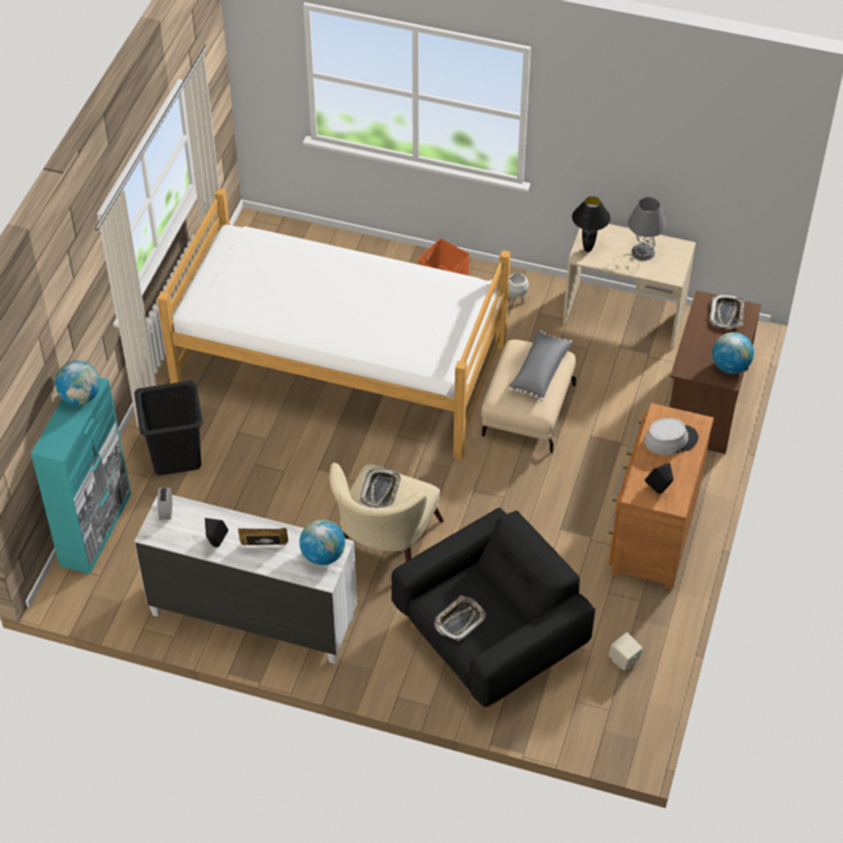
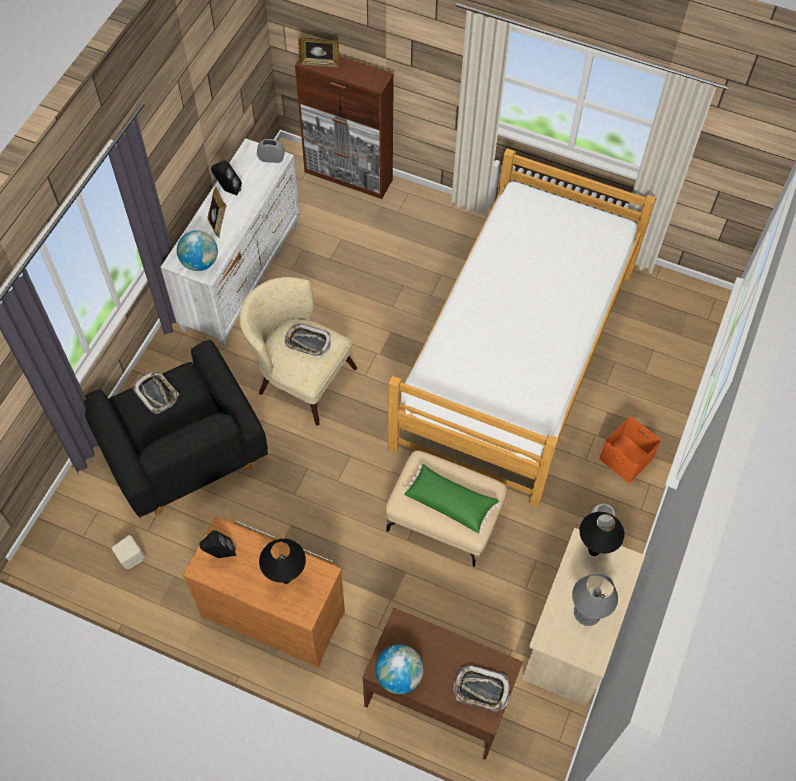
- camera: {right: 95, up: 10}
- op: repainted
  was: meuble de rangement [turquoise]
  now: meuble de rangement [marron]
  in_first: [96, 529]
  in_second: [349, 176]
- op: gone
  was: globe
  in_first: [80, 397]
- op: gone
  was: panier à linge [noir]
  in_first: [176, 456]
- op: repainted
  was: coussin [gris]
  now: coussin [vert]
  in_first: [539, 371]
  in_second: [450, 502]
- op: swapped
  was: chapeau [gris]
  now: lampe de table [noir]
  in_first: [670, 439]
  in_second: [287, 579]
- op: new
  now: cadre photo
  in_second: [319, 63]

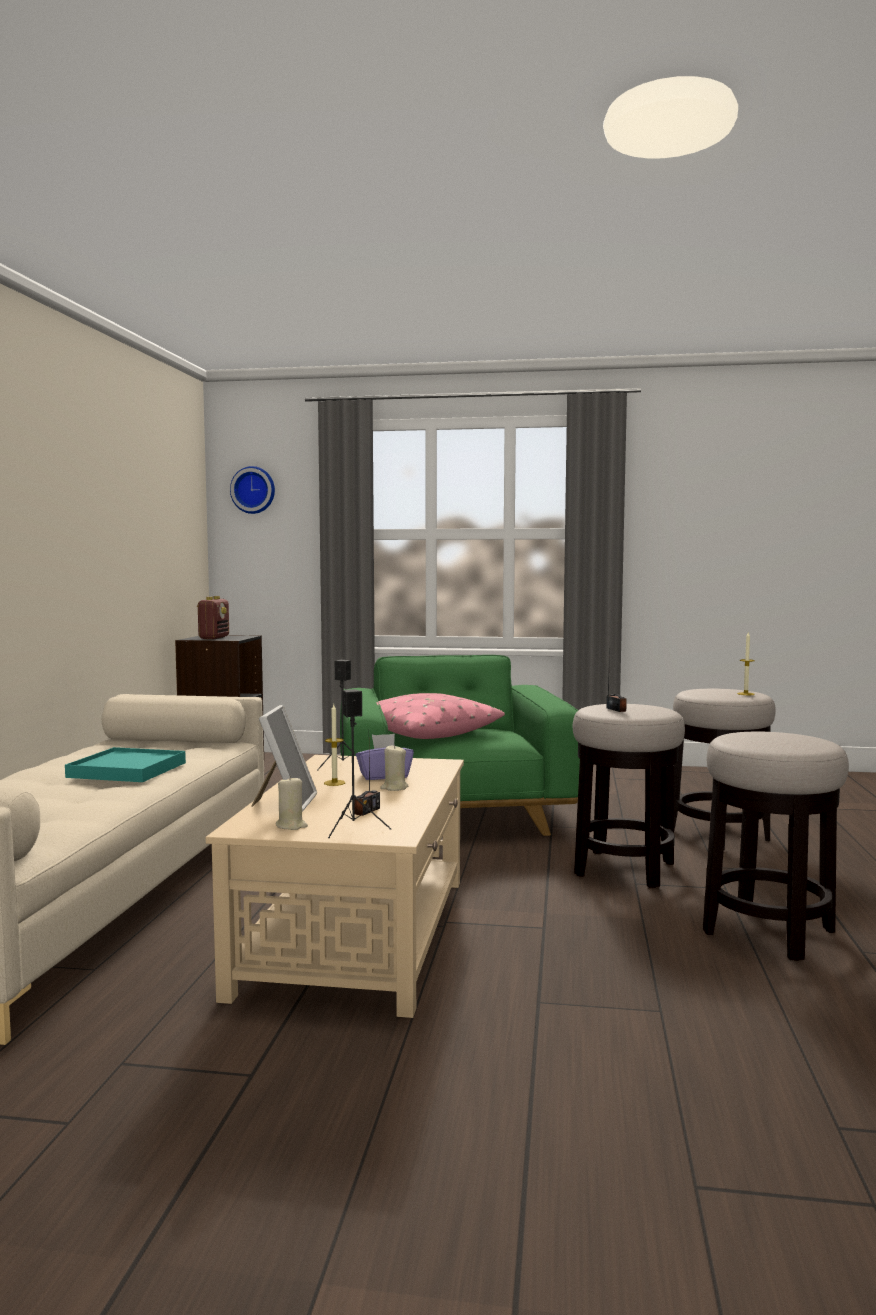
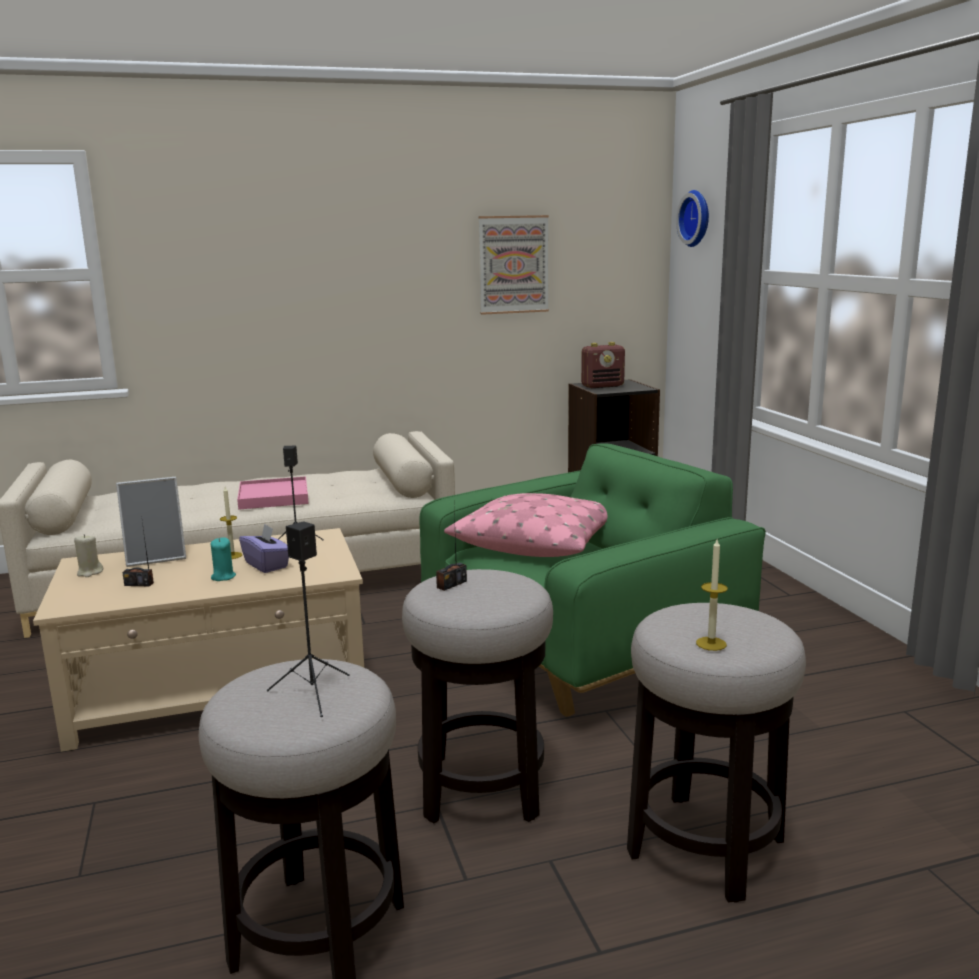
- camera: {right: 65, up: 10}
- op: repainted
  was: plateau [turquoise]
  now: plateau [rose]
  in_first: [127, 770]
  in_second: [274, 497]
- op: shifted
  was: enceinte [noir]
  in_first: [354, 828]
  in_second: [313, 694]
- op: repainted
  was: bougie [beige]
  now: bougie [turquoise]
  in_first: [394, 788]
  in_second: [223, 577]
- op: new
  now: tableau
  in_second: [513, 264]

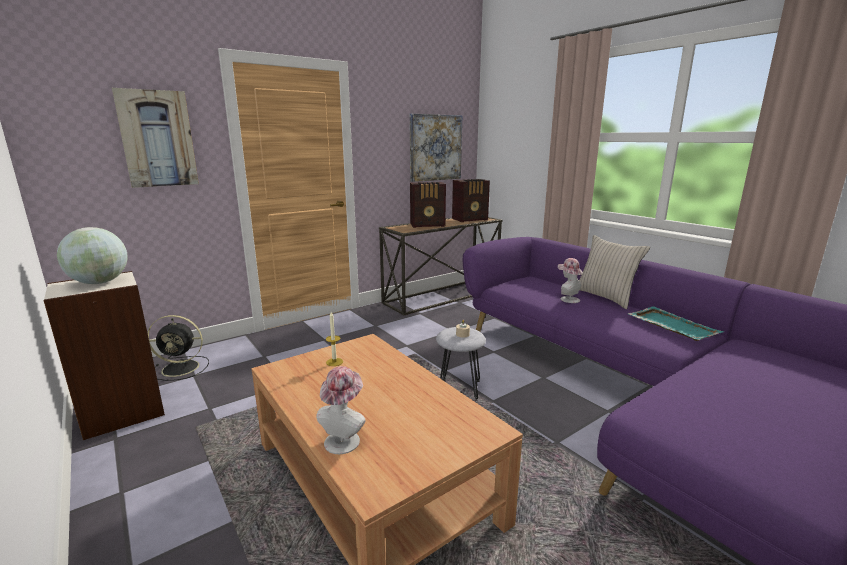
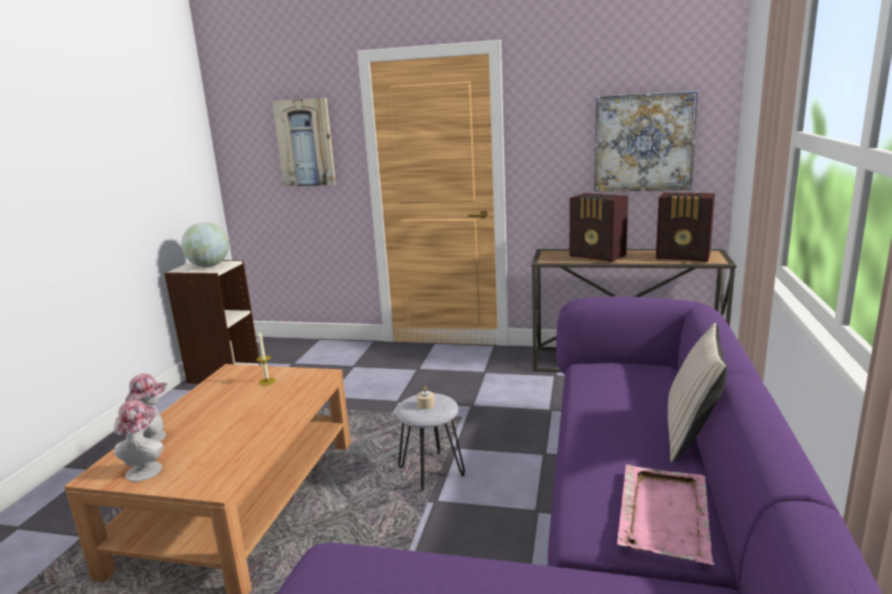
- camera: {right: 50, up: 0}
- op: gone
  was: ventilateur [noir]
  in_first: [182, 368]
- op: shifted
  was: chapeau
  in_first: [567, 299]
  in_second: [146, 468]
- op: repainted
  was: plateau [turquoise]
  now: plateau [rose]
  in_first: [672, 325]
  in_second: [664, 513]

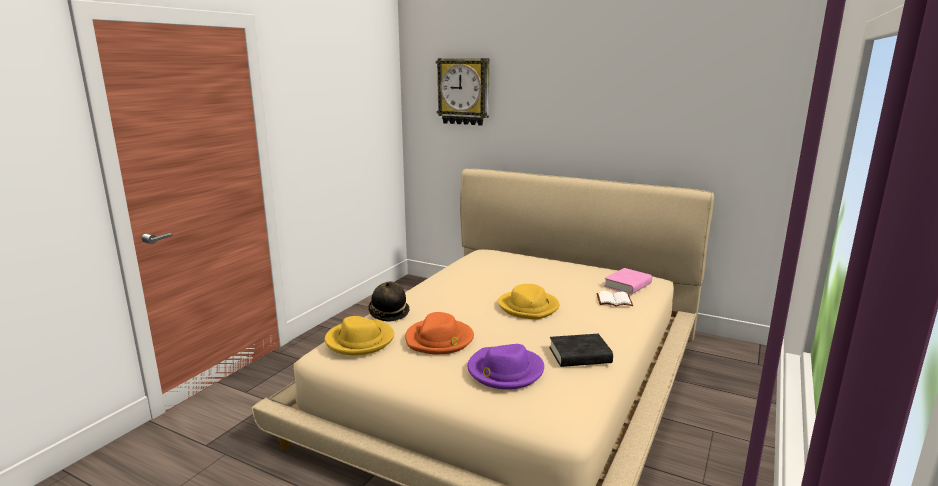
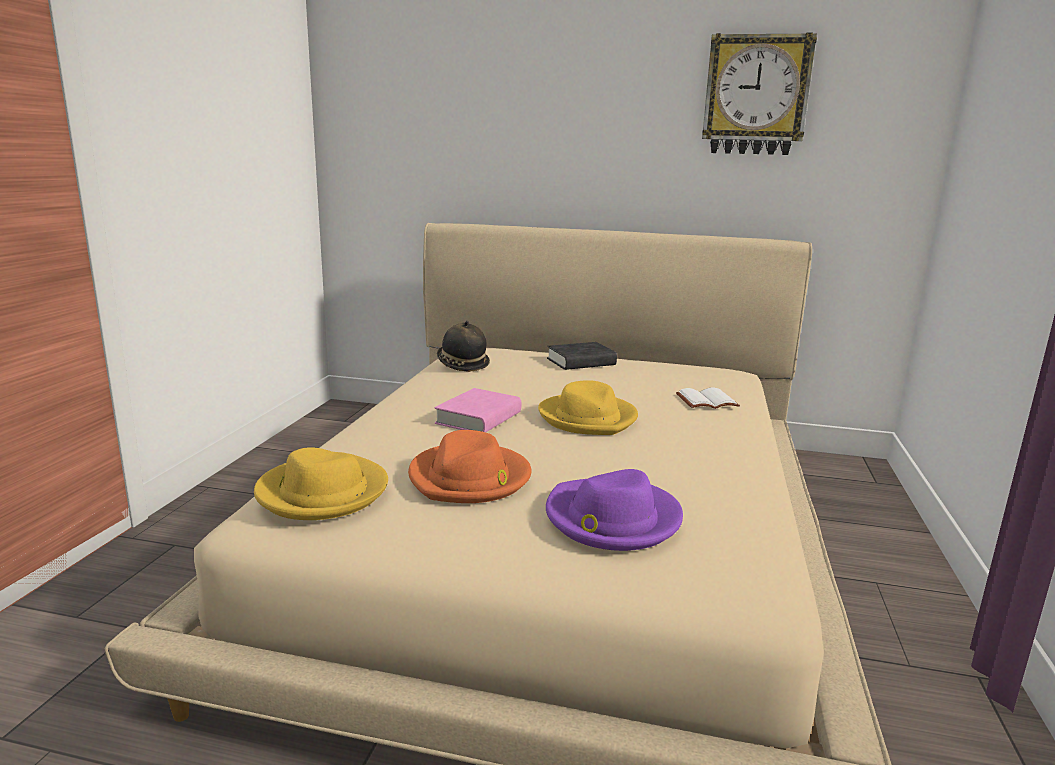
- camera: {right: -15, up: 0}
- op: shifted
  was: chapeau
  in_first: [388, 313]
  in_second: [462, 365]
- op: shifted
  was: horloge murale
  in_first: [464, 91]
  in_second: [756, 95]
- op: shifted
  was: livre [noir]
  in_first: [580, 355]
  in_second: [581, 362]
- op: shifted
  was: livre [rose]
  in_first: [627, 285]
  in_second: [479, 418]

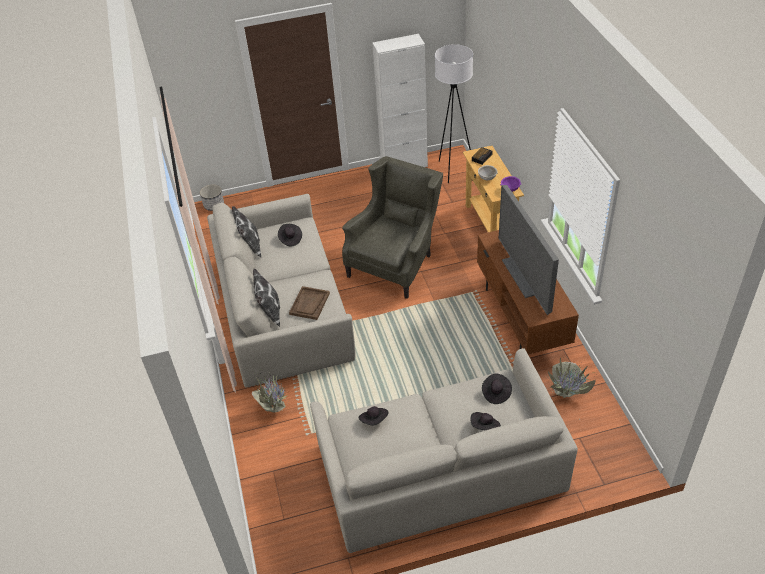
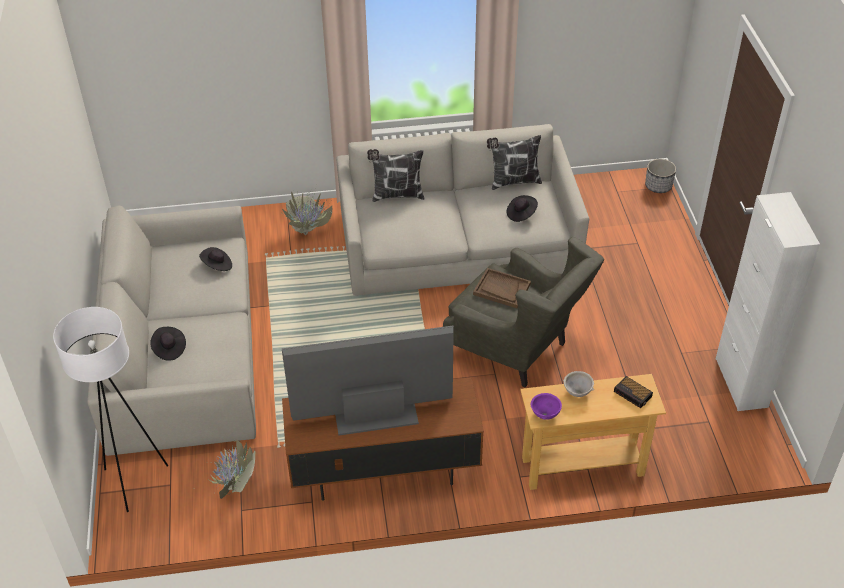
- camera: {right: 95, up: 0}
- op: shifted
  was: plateau [marron]
  in_first: [309, 304]
  in_second: [501, 289]
- op: shifted
  was: lampadaire [blanc]
  in_first: [453, 170]
  in_second: [134, 481]
- op: gone
  was: chapeau [noir]
  in_first: [496, 393]

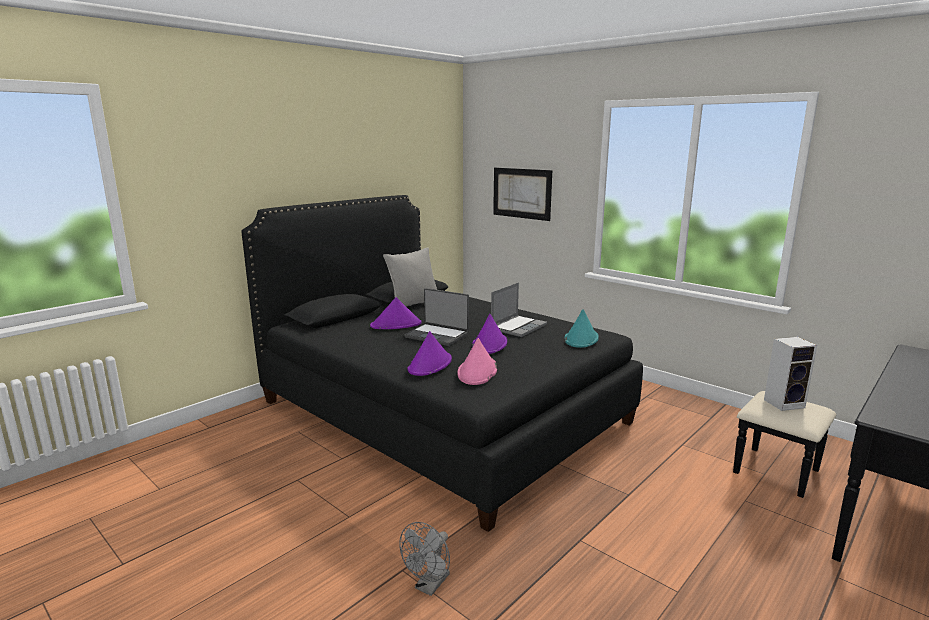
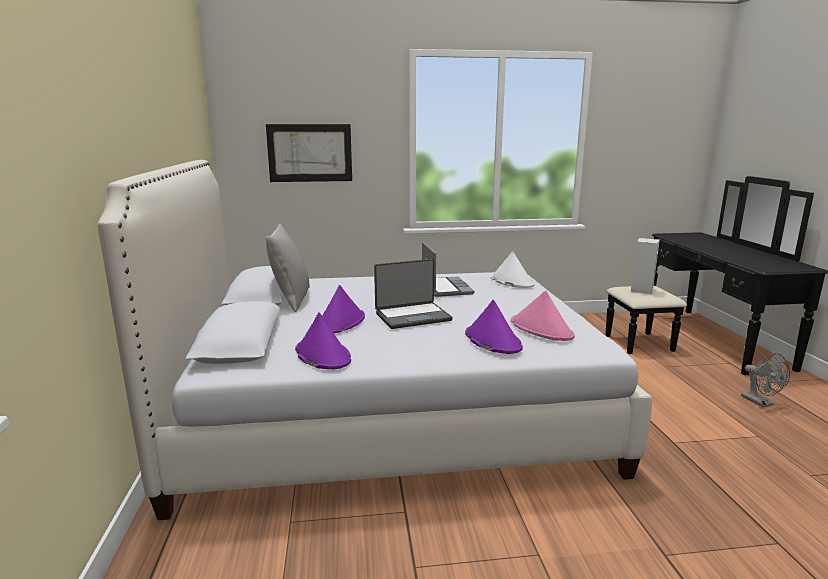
- camera: {right: -50, up: 0}
- op: repainted
  was: lit [noir]
  now: lit [blanc]
  in_first: [440, 411]
  in_second: [390, 413]
- op: shifted
  was: ventilateur [gris]
  in_first: [429, 586]
  in_second: [761, 403]
- op: shifted
  was: chapeau [violet]
  in_first: [489, 344]
  in_second: [322, 355]
- op: repainted
  was: chapeau [turquoise]
  now: chapeau [blanc]
  in_first: [581, 339]
  in_second: [511, 281]

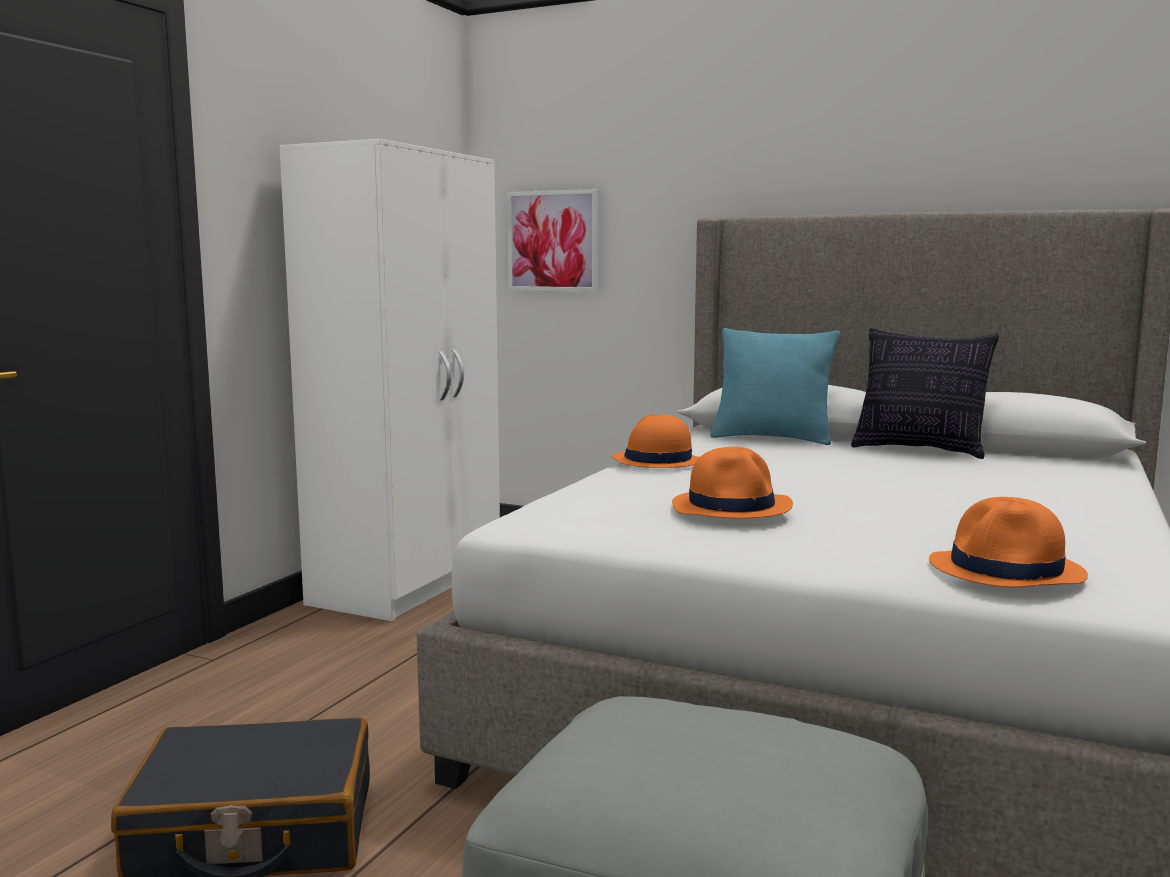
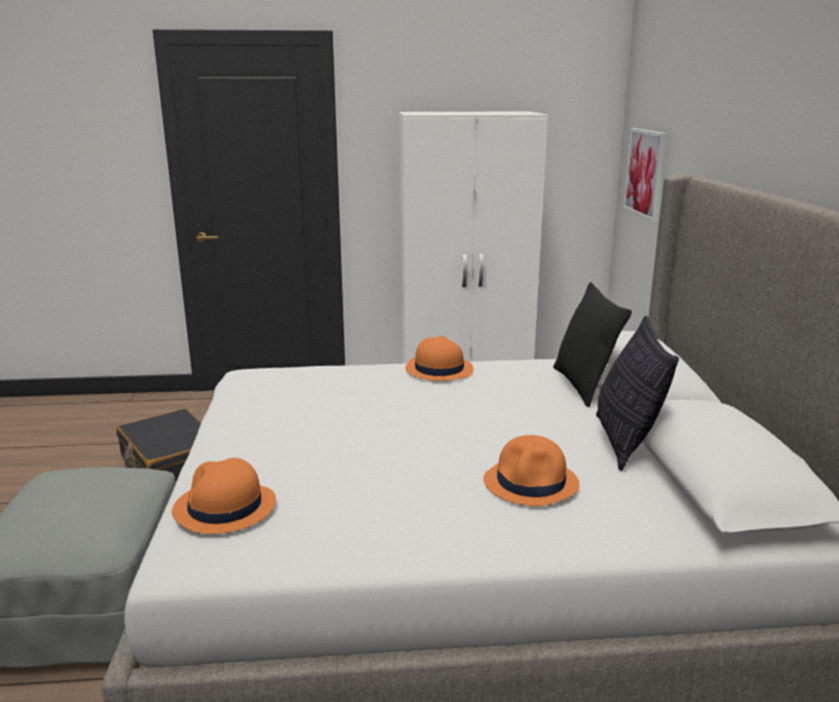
- camera: {right: 60, up: 10}
- op: shifted
  was: chapeau [orange]
  in_first: [732, 506]
  in_second: [531, 483]
- op: repainted
  was: coussin [turquoise]
  now: coussin [noir]
  in_first: [772, 438]
  in_second: [583, 385]

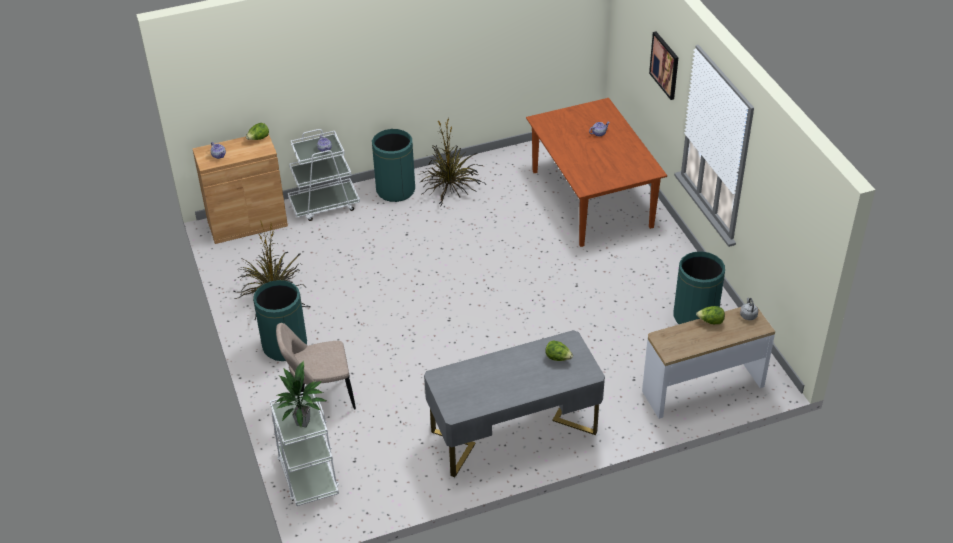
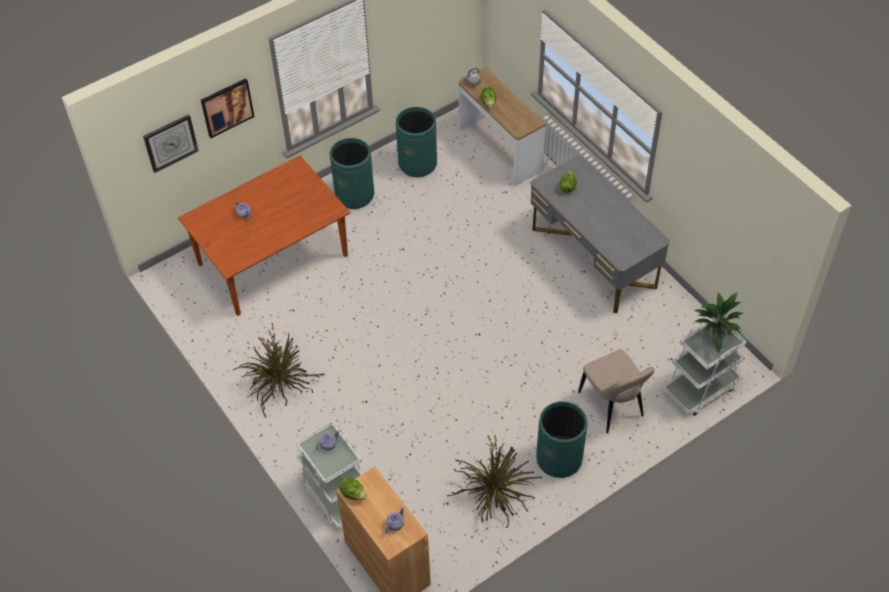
- camera: {right: -105, up: 10}
- op: shifted
  was: poubelle [vert]
  in_first: [395, 190]
  in_second: [354, 195]
- op: new
  now: horloge murale
  in_second: [170, 142]

